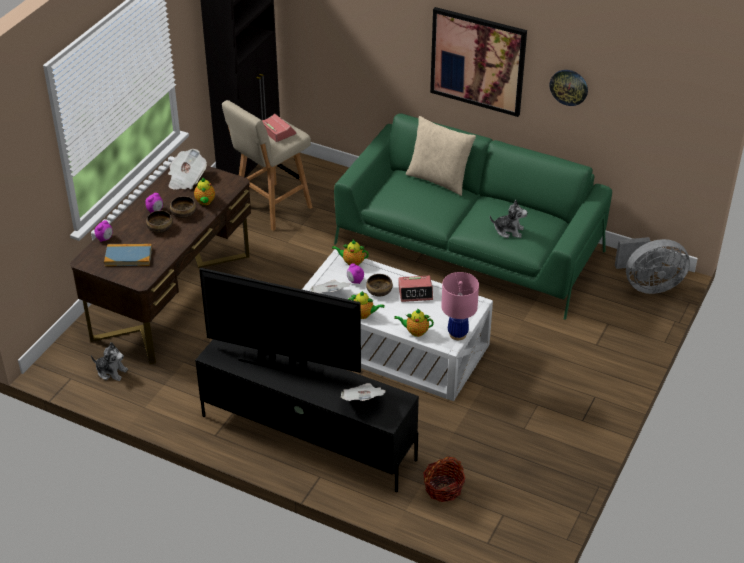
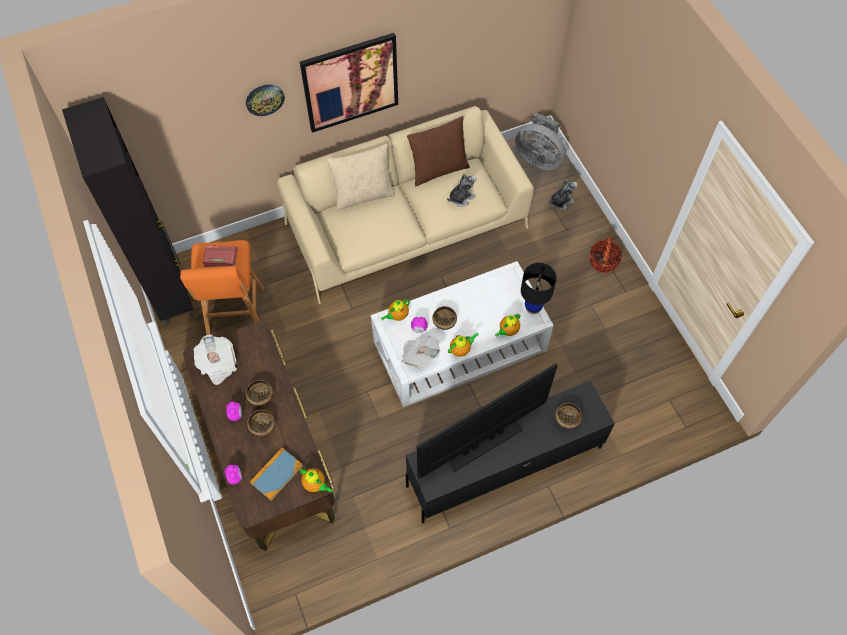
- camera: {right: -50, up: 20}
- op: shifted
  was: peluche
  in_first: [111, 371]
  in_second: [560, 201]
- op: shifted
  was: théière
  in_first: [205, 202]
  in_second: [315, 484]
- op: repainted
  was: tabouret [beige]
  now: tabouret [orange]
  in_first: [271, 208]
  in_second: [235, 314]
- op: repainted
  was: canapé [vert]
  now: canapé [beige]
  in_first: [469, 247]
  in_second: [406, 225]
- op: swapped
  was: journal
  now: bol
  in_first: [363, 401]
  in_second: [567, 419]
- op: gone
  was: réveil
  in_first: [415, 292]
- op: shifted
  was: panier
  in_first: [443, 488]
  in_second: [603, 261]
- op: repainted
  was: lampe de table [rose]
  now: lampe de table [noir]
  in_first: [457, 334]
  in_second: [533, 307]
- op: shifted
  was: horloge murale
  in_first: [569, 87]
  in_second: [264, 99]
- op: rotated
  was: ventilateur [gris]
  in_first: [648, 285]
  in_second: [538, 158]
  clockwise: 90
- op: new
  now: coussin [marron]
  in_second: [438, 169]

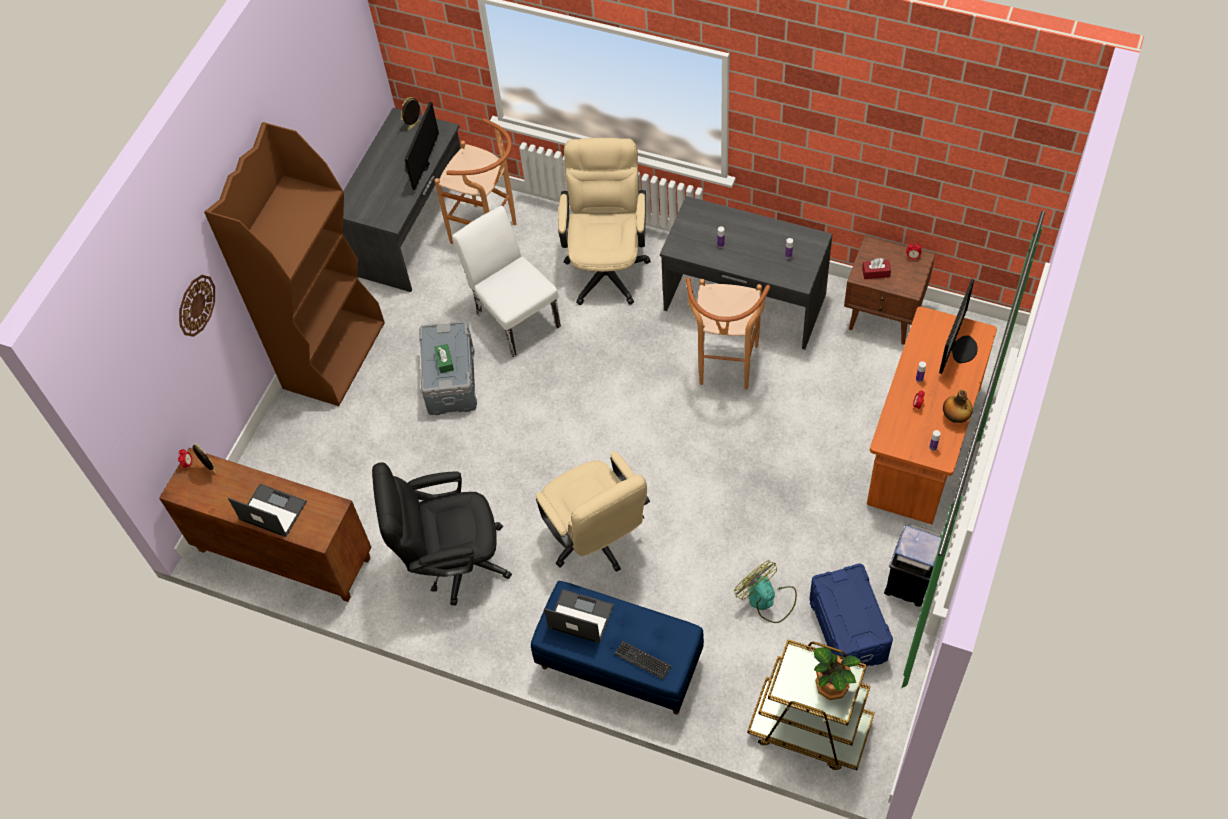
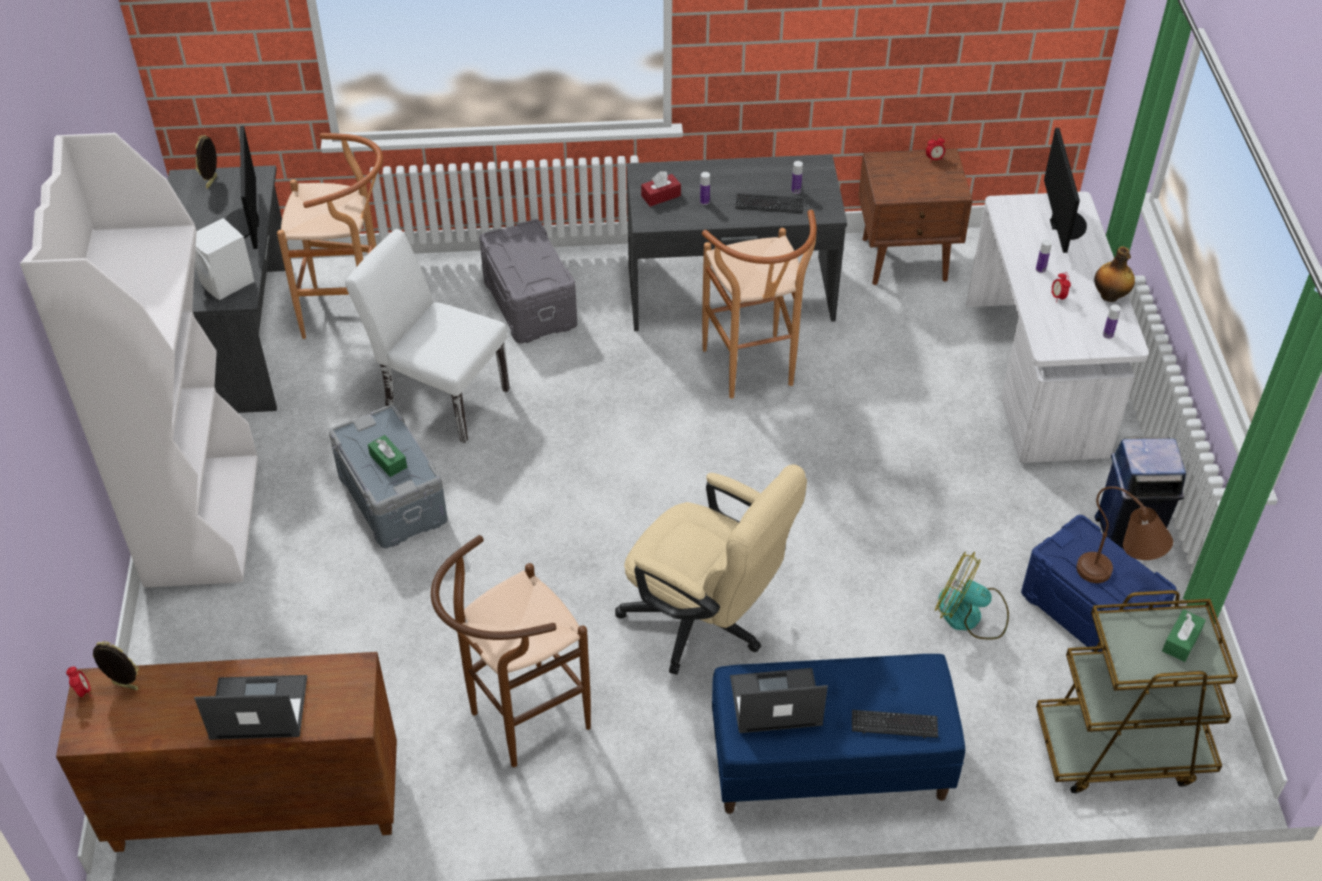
- camera: {right: -30, up: -10}
- op: gone
  was: horloge murale
  in_first: [196, 305]
- op: repainted
  was: bibliothèque [marron]
  now: bibliothèque [blanc]
  in_first: [334, 354]
  in_second: [202, 520]
- op: swapped
  was: chaise de bureau [noir]
  now: tabouret [marron]
  in_first: [452, 561]
  in_second: [519, 723]
- op: swapped
  was: chaise de bureau [beige]
  now: boîte de rangement [gris]
  in_first: [607, 265]
  in_second: [531, 303]
- op: swapped
  was: plante en pot
  now: boîte à mouchoirs [vert]
  in_first: [832, 684]
  in_second: [1181, 641]
- op: shifted
  was: boîte à mouchoirs [rouge]
  in_first: [876, 272]
  in_second: [661, 196]
- op: repainted
  was: bureau [orange]
  now: bureau [blanc]
  in_first: [922, 445]
  in_second: [1038, 378]
- op: new
  now: enceinte [blanc]
  in_second: [227, 283]
- op: new
  now: clavier
  in_second: [769, 204]
- op: new
  now: lampe de table [marron]
  in_second: [1117, 579]

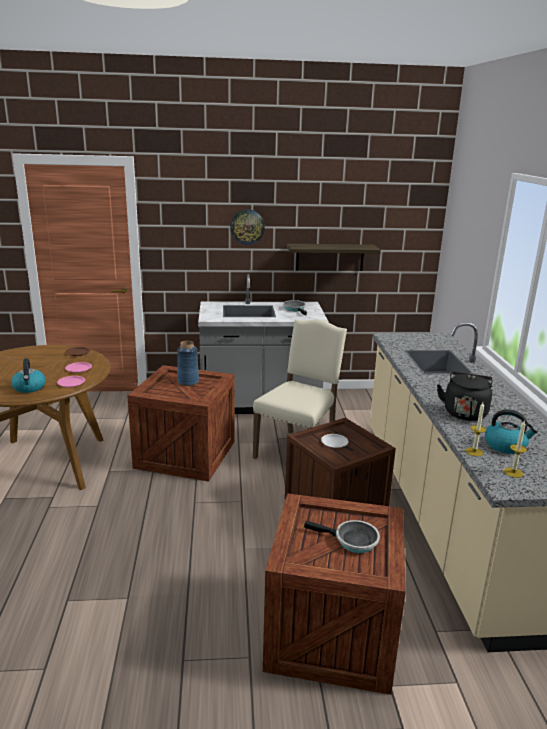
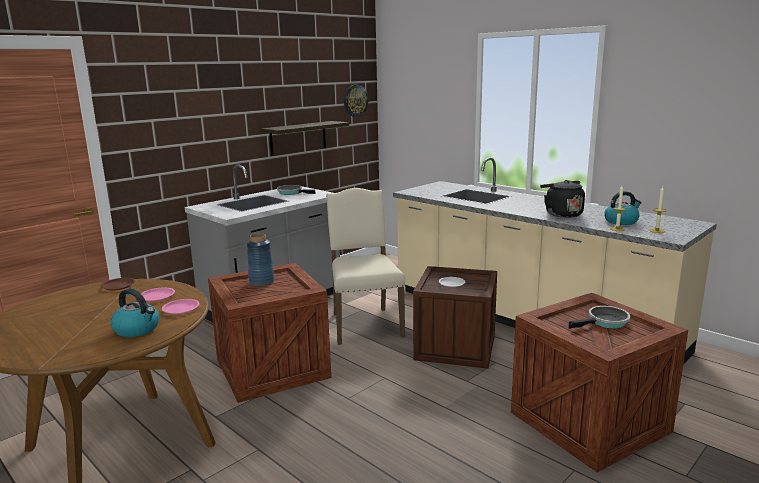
- camera: {right: -40, up: -5}
- op: shifted
  was: horloge murale
  in_first: [247, 227]
  in_second: [355, 100]

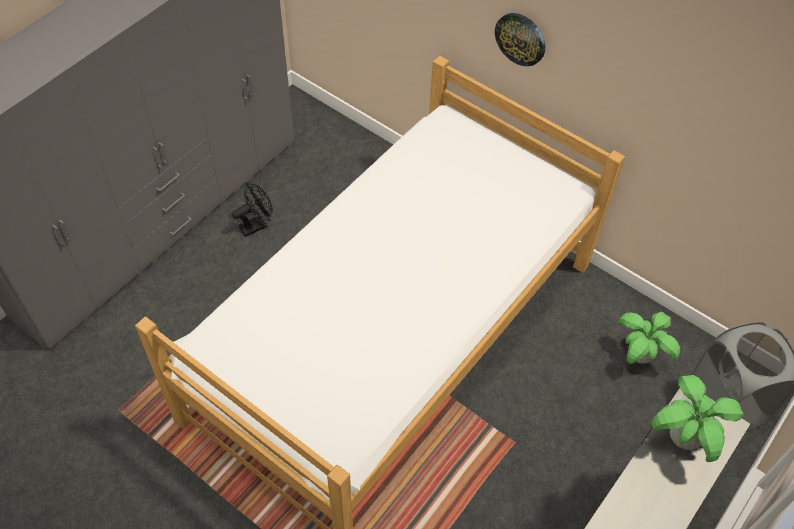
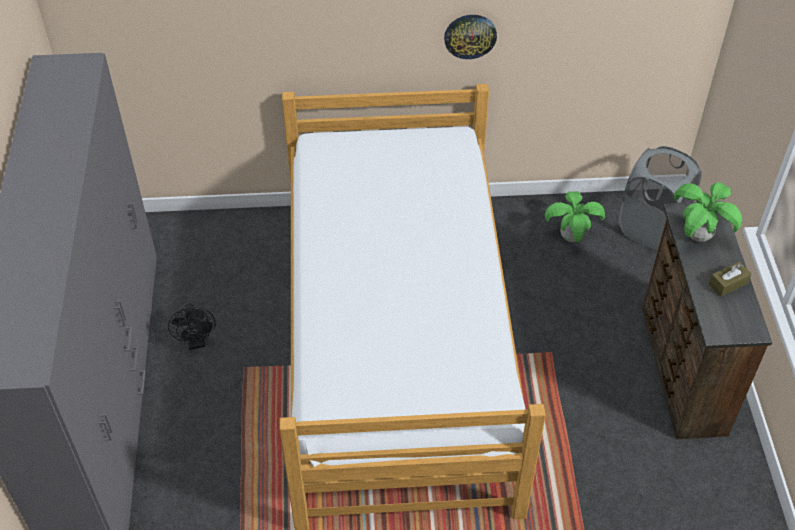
- camera: {right: -40, up: -5}
- op: rotated
  was: ventilateur [noir]
  in_first: [257, 225]
  in_second: [196, 342]
  clockwise: 150
- op: shifted
  was: horloge murale
  in_first: [520, 38]
  in_second: [470, 36]
- op: new
  now: boîte à mouchoirs [marron]
  in_second: [728, 283]

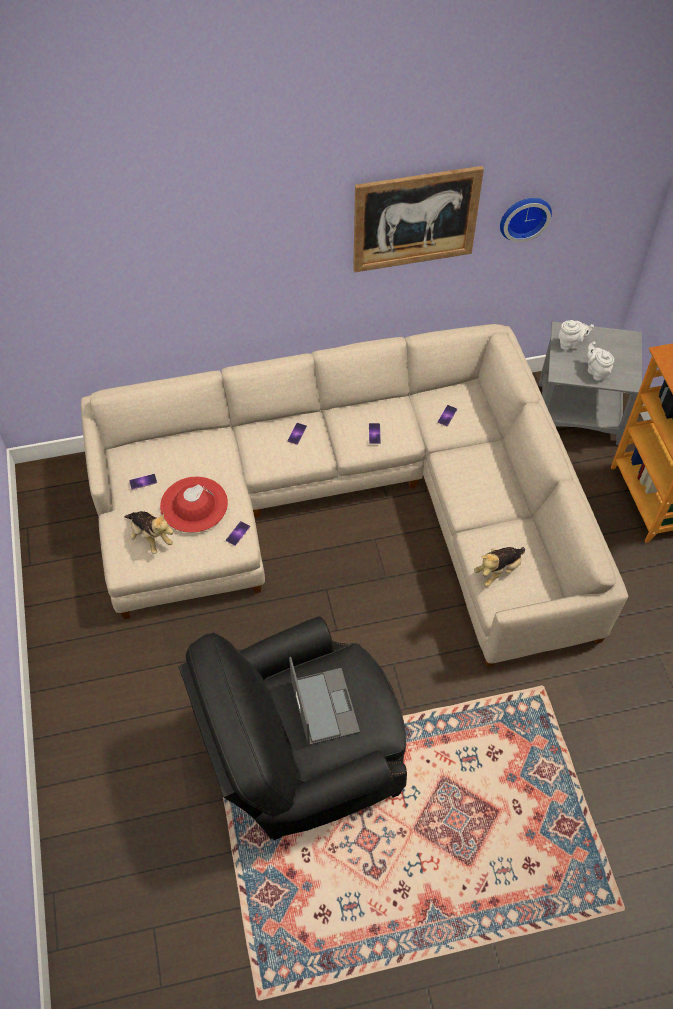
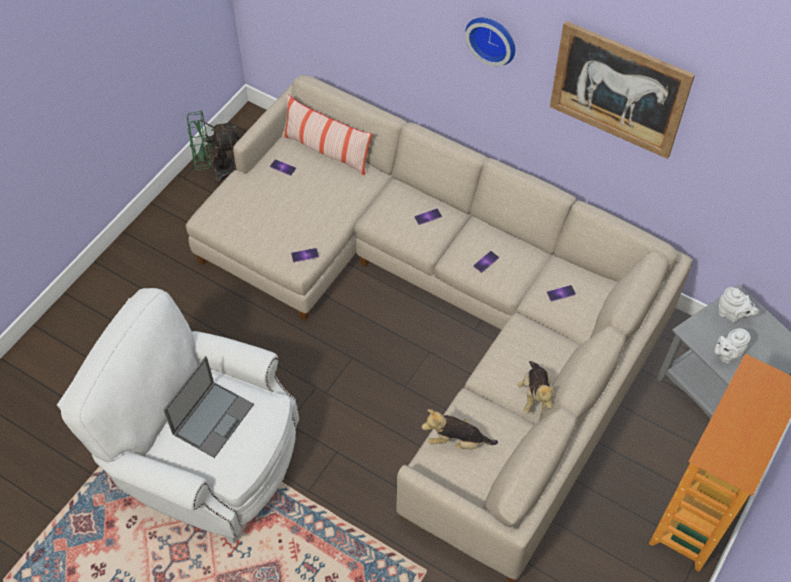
- camera: {right: 45, up: 0}
- op: shifted
  was: peluche
  in_first: [150, 537]
  in_second: [535, 396]
- op: gone
  was: chapeau [rouge]
  in_first: [194, 504]
- op: repainted
  was: fauteuil [noir]
  now: fauteuil [blanc]
  in_first: [303, 758]
  in_second: [202, 458]
- op: shifted
  was: horloge murale
  in_first: [524, 216]
  in_second: [492, 38]
- op: rotated
  was: théière [blanc]
  in_first: [596, 372]
  in_second: [726, 355]
  clockwise: -135
- op: new
  now: ventilateur [vert]
  in_second: [218, 171]
- op: new
  now: coussin
  in_second: [326, 151]

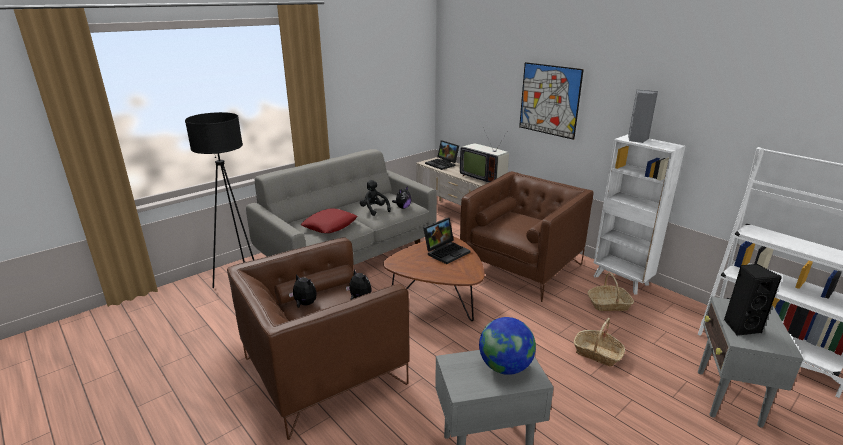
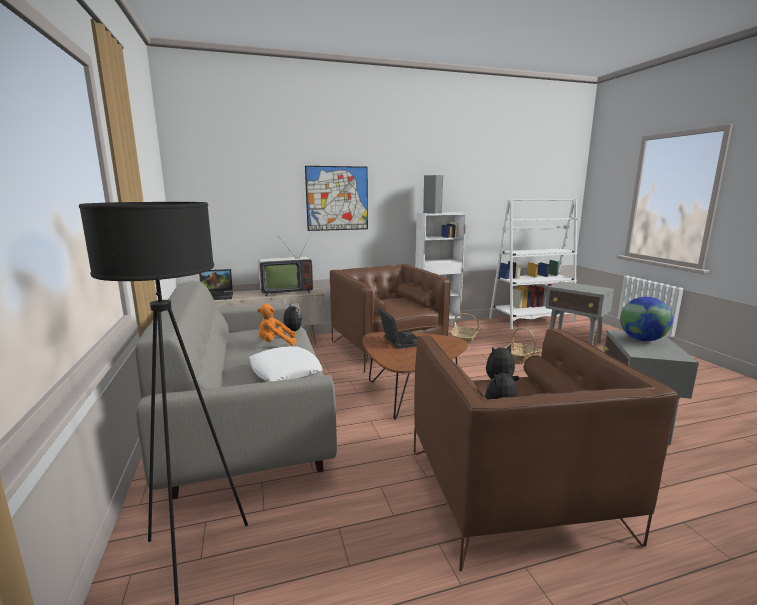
- camera: {right: -65, up: -10}
- op: repainted
  was: coussin [rouge]
  now: coussin [blanc]
  in_first: [330, 225]
  in_second: [285, 371]
- op: repainted
  was: peluche [noir]
  now: peluche [orange]
  in_first: [374, 210]
  in_second: [275, 343]
- op: gone
  was: enceinte [noir]
  in_first: [740, 327]

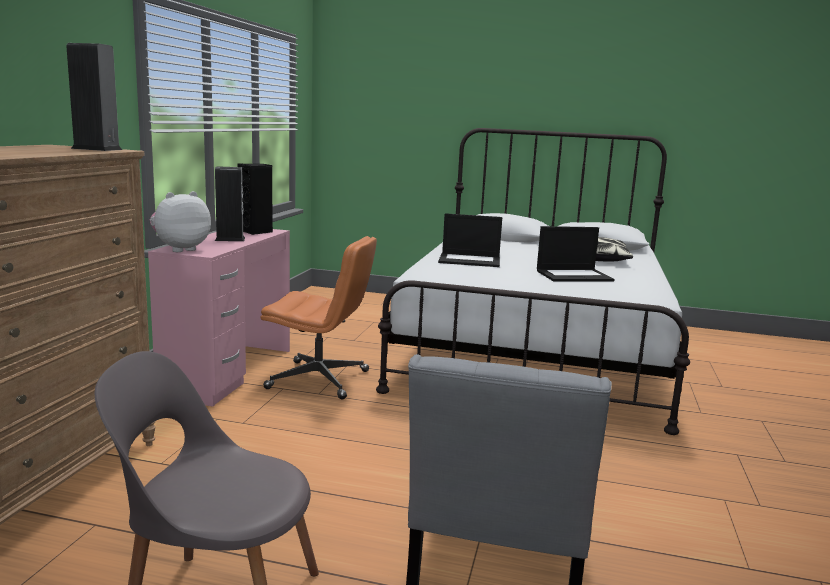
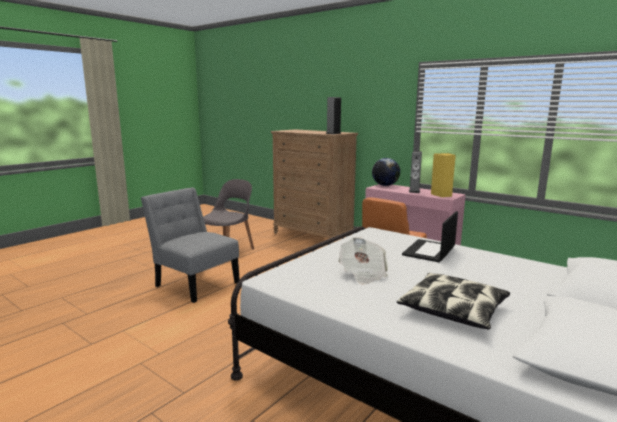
- camera: {right: 115, up: 0}
- op: swapped
  was: peluche
  now: globe
  in_first: [180, 249]
  in_second: [385, 185]
- op: repainted
  was: enceinte [noir]
  now: enceinte [jaune]
  in_first: [256, 231]
  in_second: [442, 195]
- op: swapped
  was: ordinateur portable
  now: journal
  in_first: [574, 275]
  in_second: [363, 273]

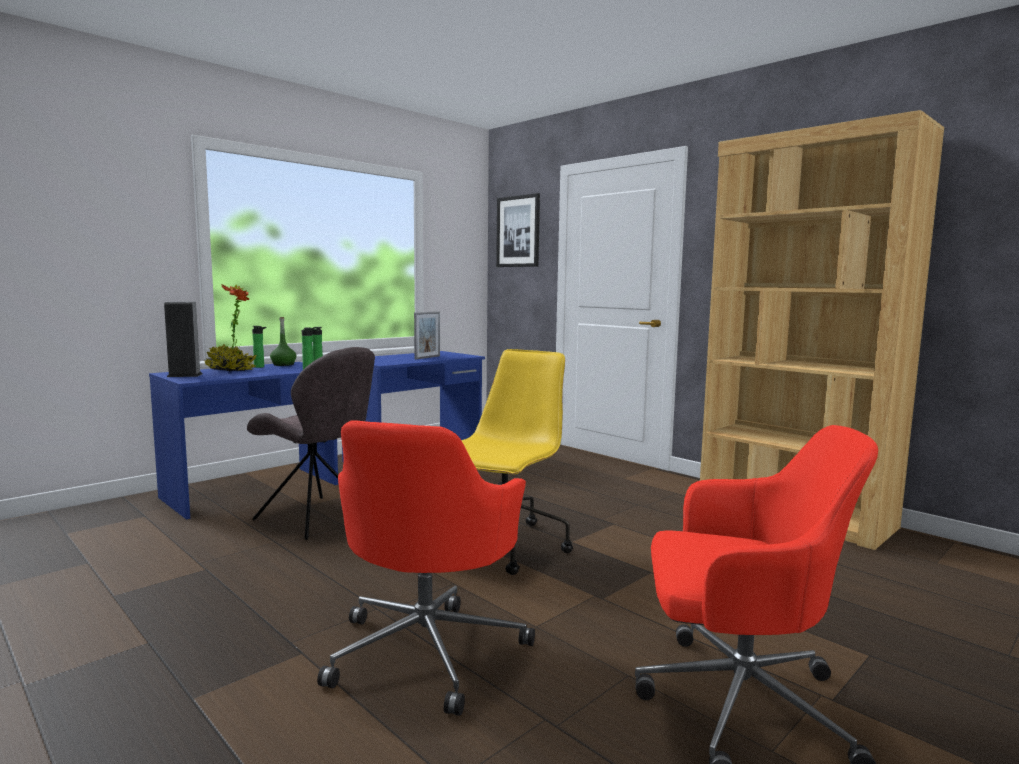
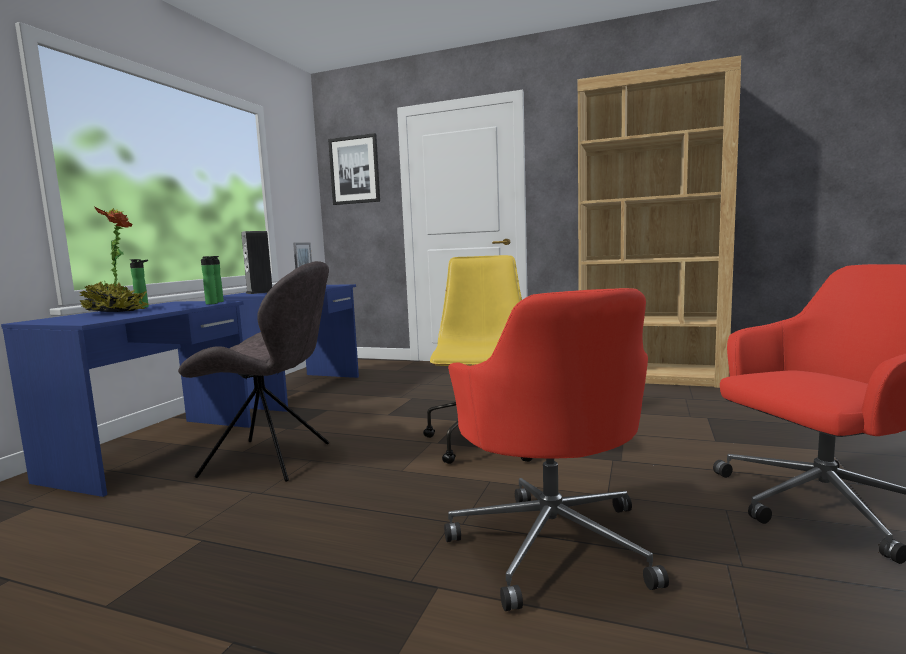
- camera: {right: -25, up: 0}
- op: shifted
  was: enceinte
  in_first: [185, 375]
  in_second: [260, 292]
- op: gone
  was: bouteille [vert]
  in_first: [283, 364]

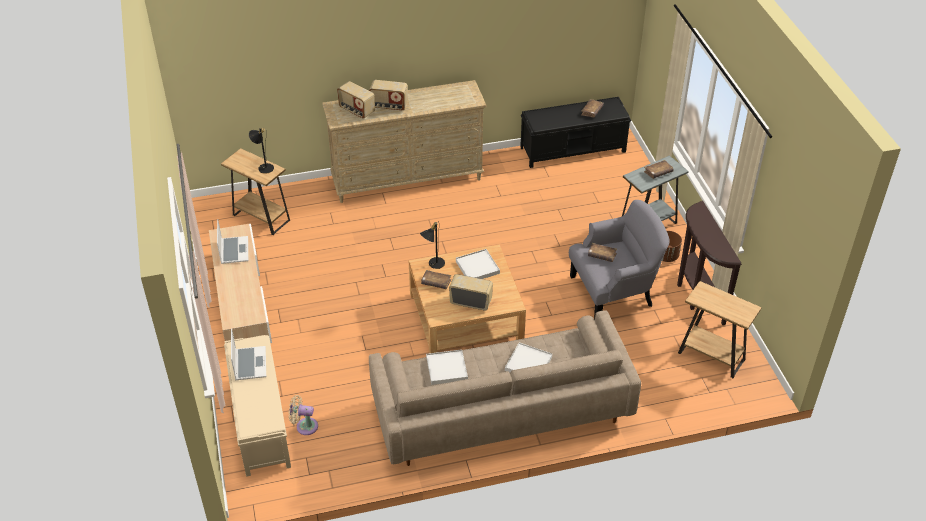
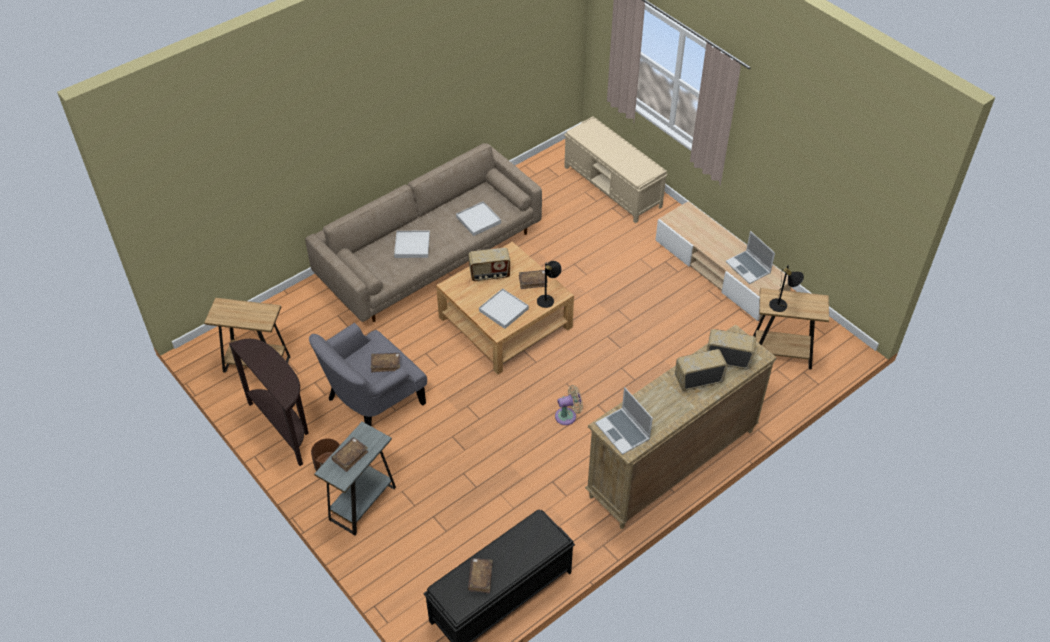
- camera: {right: 155, up: 5}
- op: shifted
  was: ordinateur portable
  in_first: [249, 364]
  in_second: [623, 432]
- op: shifted
  was: ventilateur [beige]
  in_first: [304, 426]
  in_second: [568, 416]

